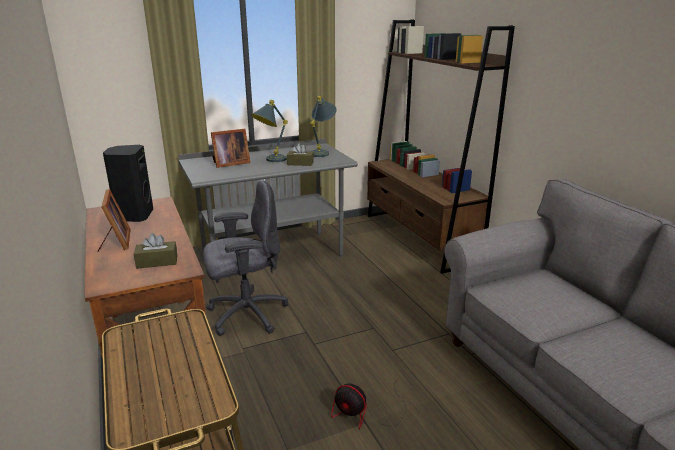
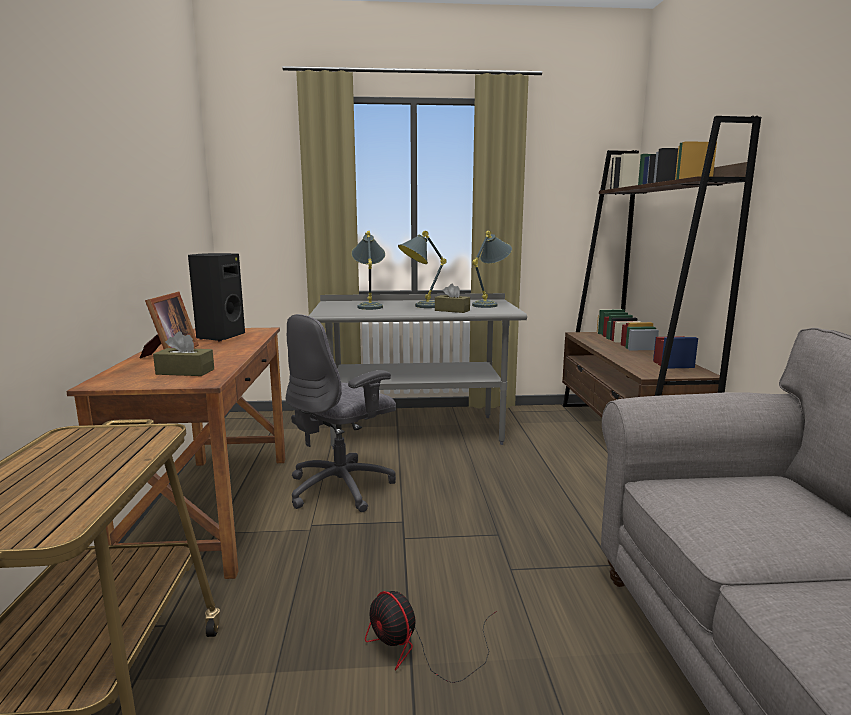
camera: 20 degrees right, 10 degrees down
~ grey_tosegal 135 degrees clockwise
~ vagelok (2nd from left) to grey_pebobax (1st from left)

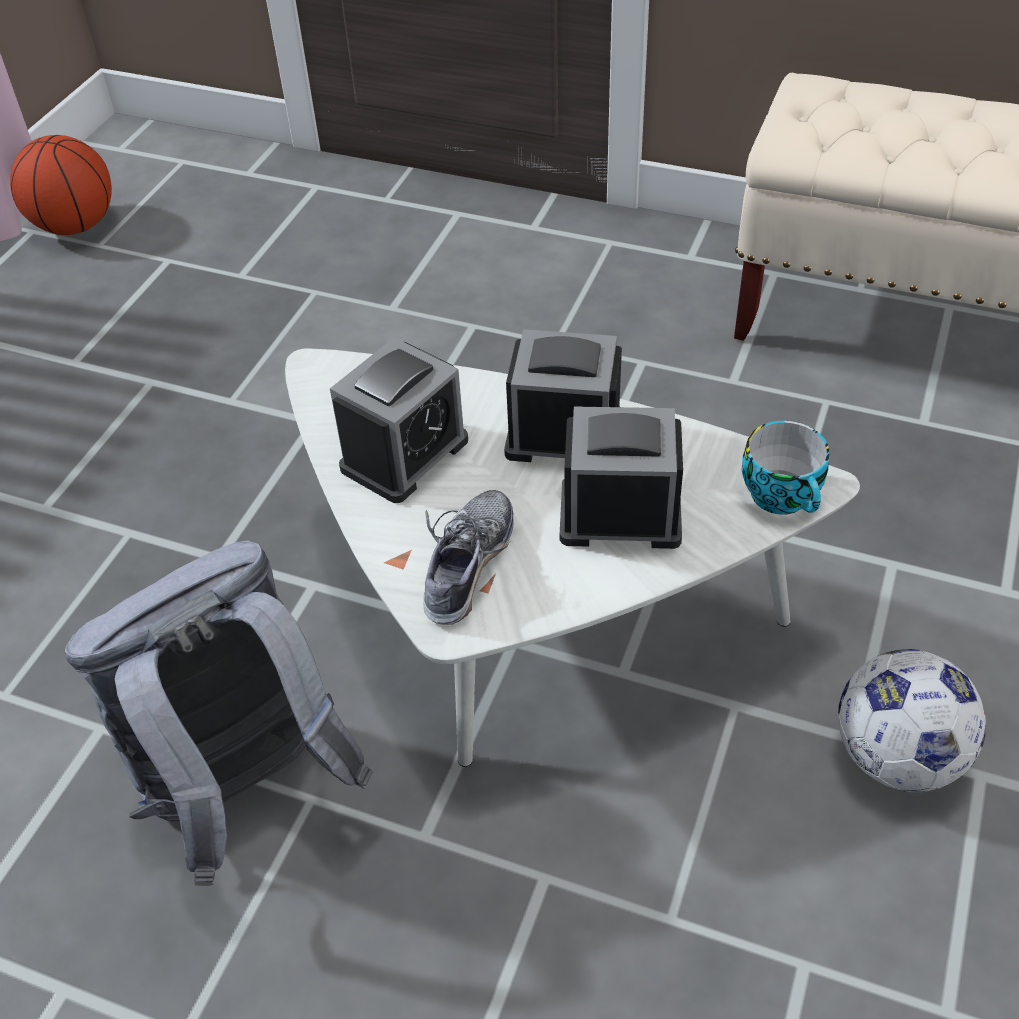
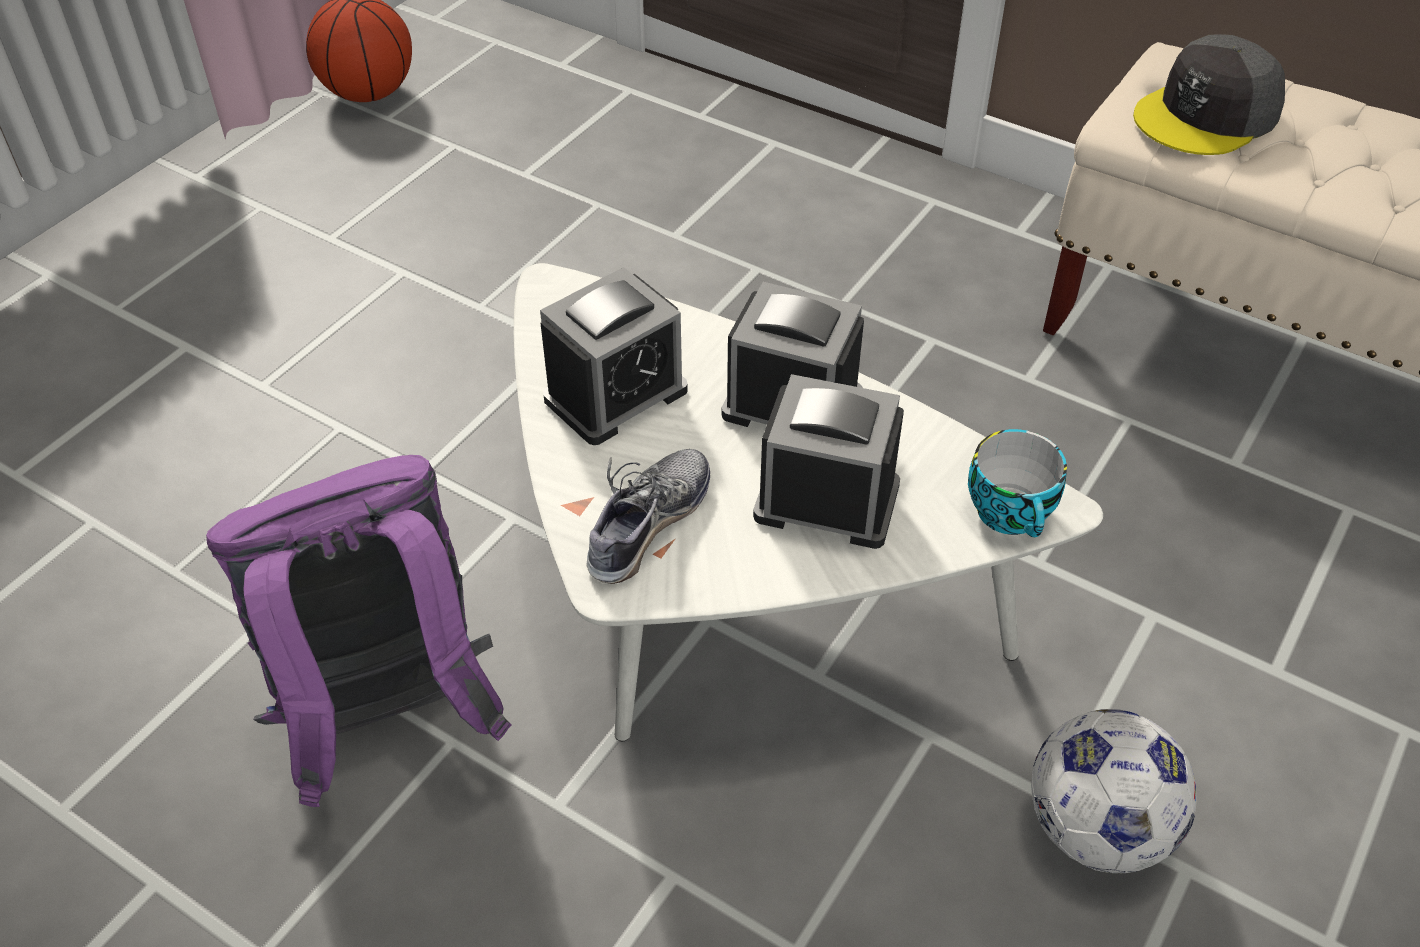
camera: 10 degrees right, 0 degrees up
~ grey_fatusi to purple_fatusi
+ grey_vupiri

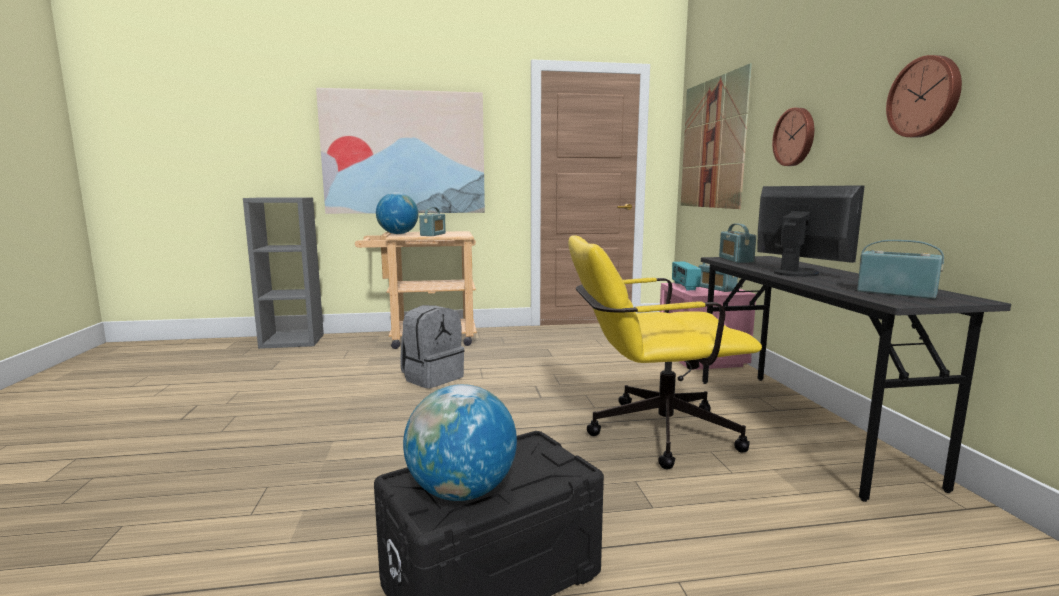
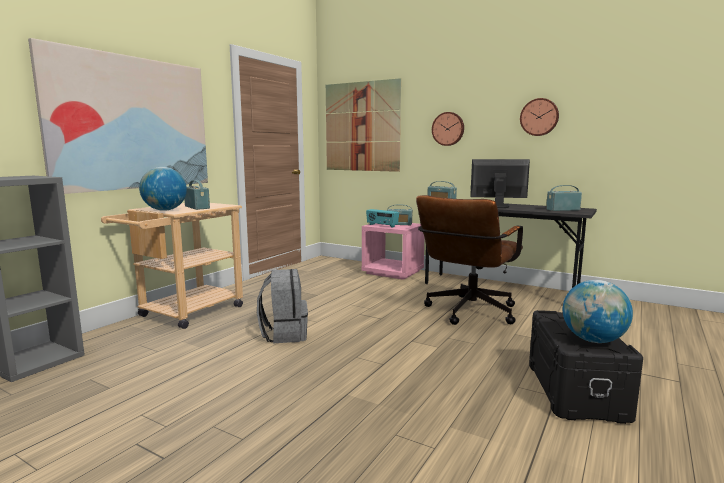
camera: 50 degrees left, 0 degrees up
~ yellow_tosegal to brown_tosegal

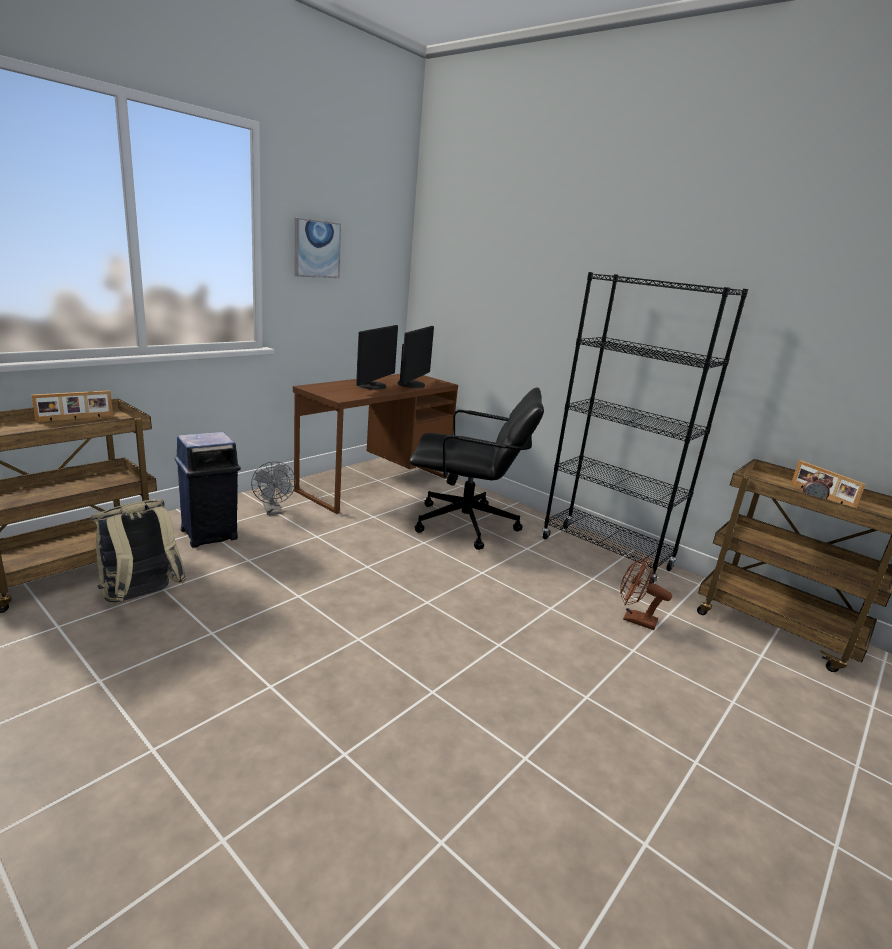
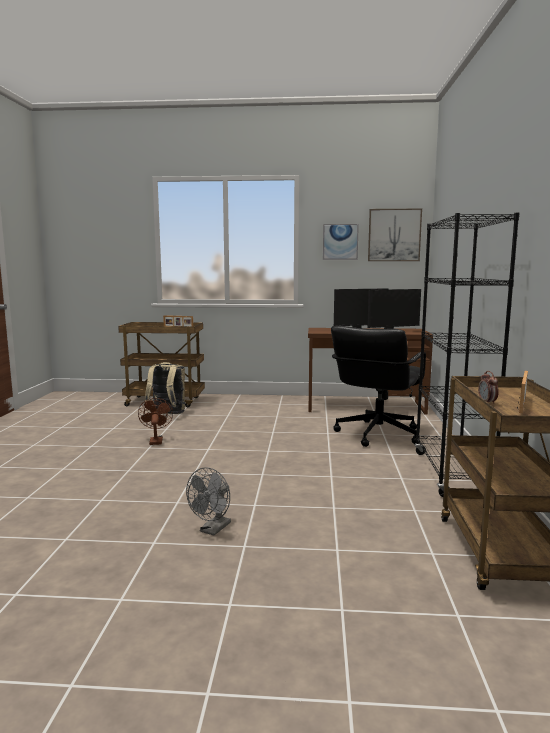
camera: 55 degrees right, 10 degrees down
~ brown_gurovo
~ grey_gurovo
~ black_tosegal 60 degrees clockwise
+ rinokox (2nd from left)
- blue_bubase

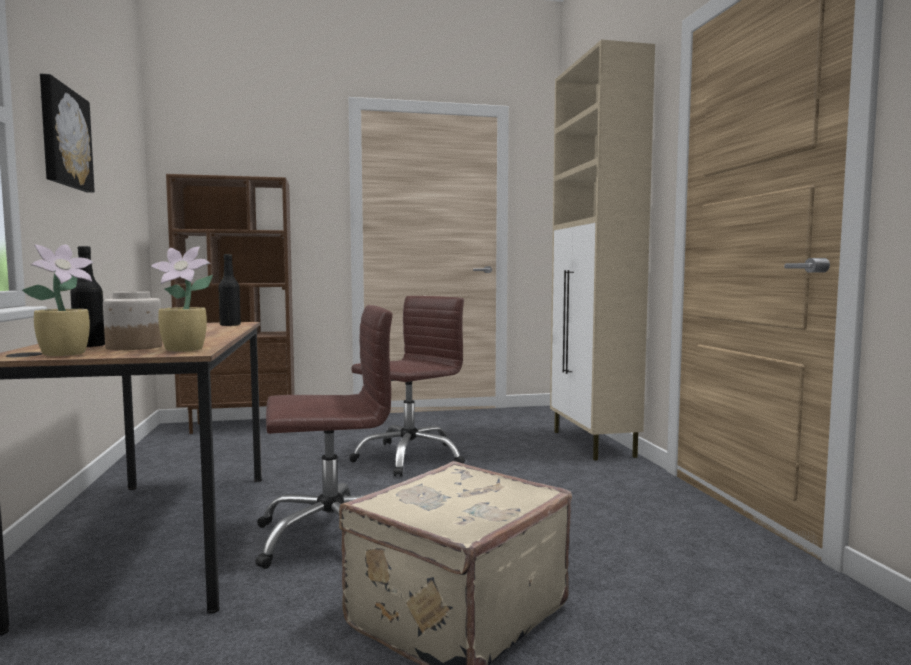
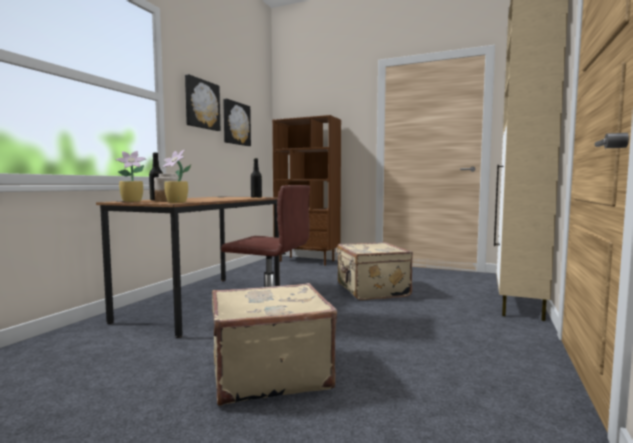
camera: 35 degrees right, 0 degrees up
+ rinokox (2nd from left)
~ brown_tosegal (2nd from left) to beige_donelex (2nd from left)

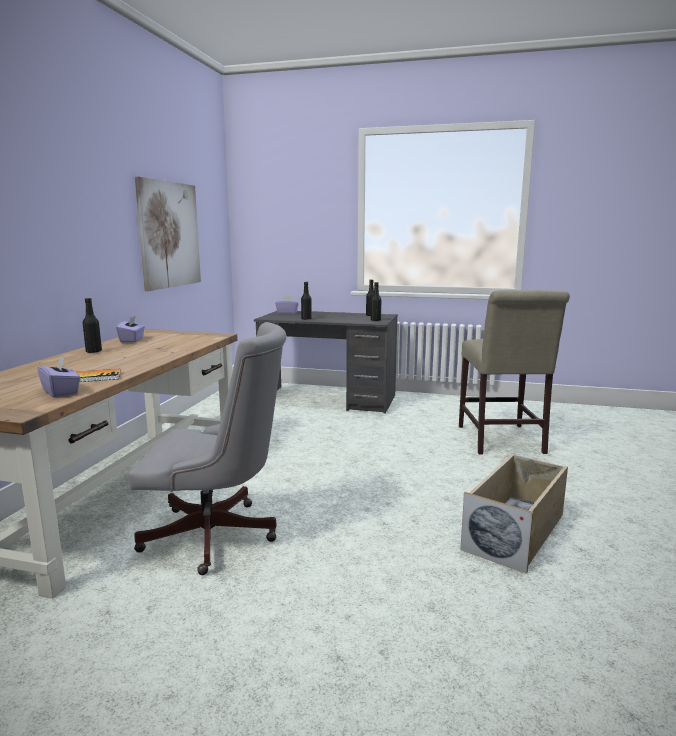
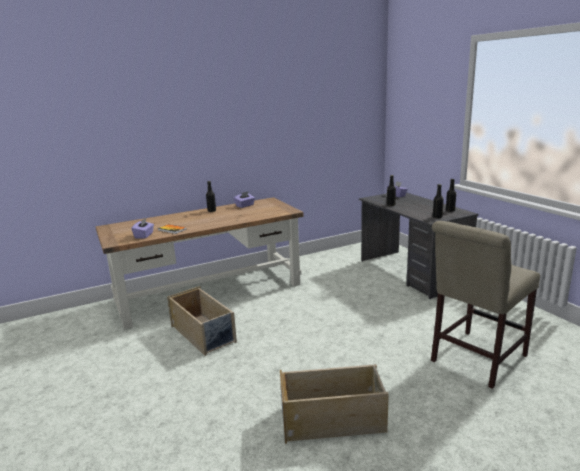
camera: 50 degrees right, 5 degrees up
~ grey_tosegal to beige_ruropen (1st from left)
- rinokox

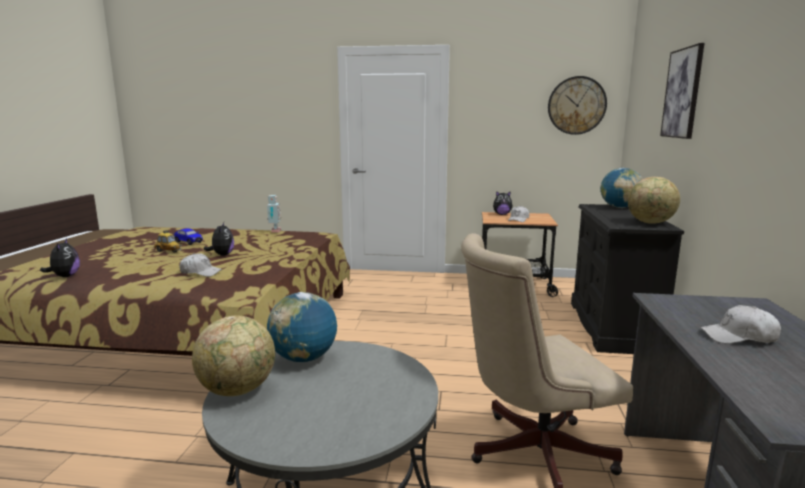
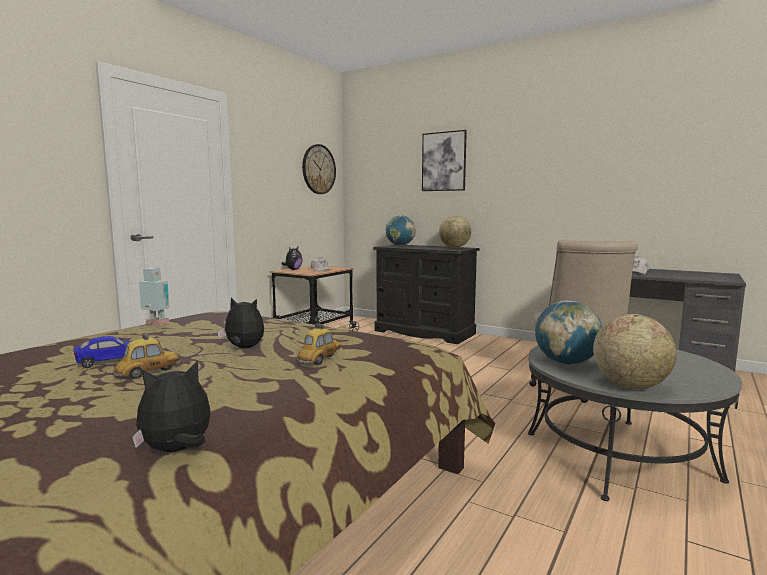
camera: 65 degrees left, 5 degrees down
~ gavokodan (1st from left) 45 degrees counterclockwise
~ white_vupiri (1st from left) to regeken (3rd from left)

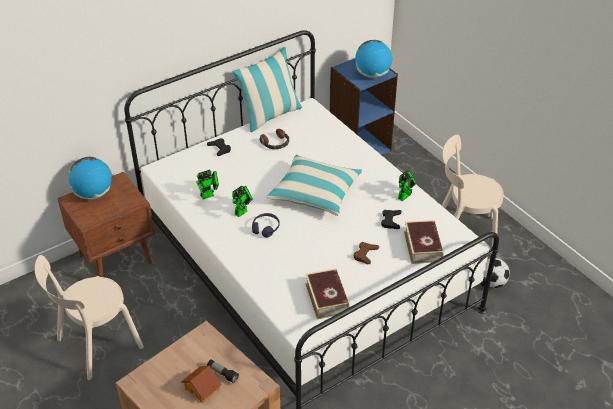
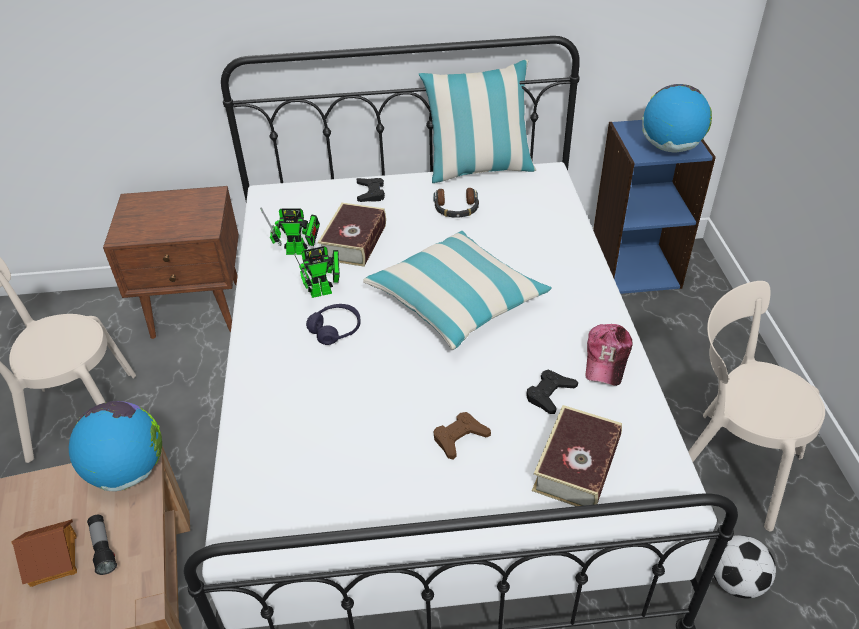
camera: 30 degrees right, 0 degrees up
~ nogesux (1st from left)
~ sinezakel (1st from left)
~ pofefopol (3rd from left) to vupiri

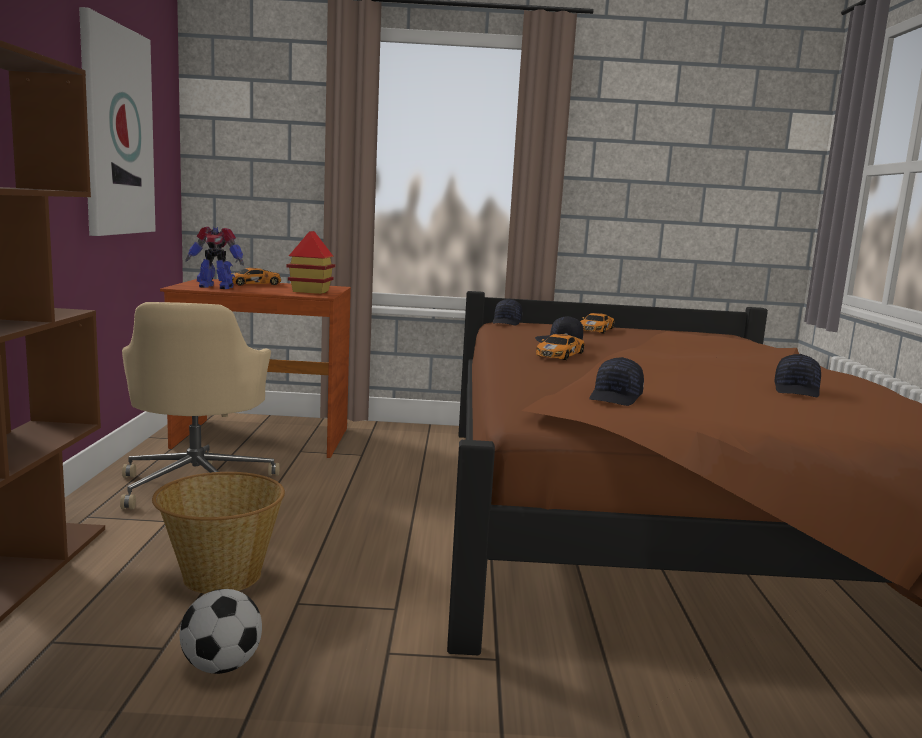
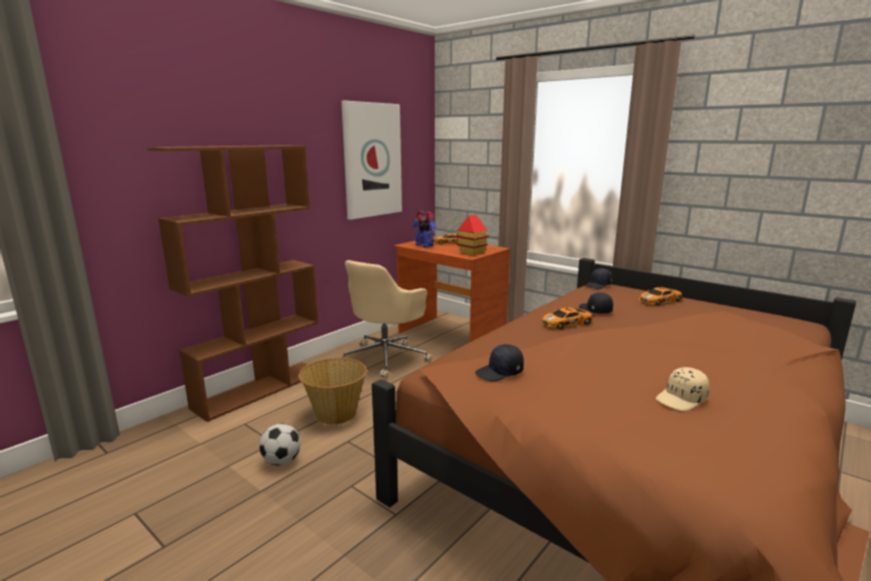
camera: 40 degrees right, 5 degrees up
~ black_vupiri (4th from left) to beige_vupiri

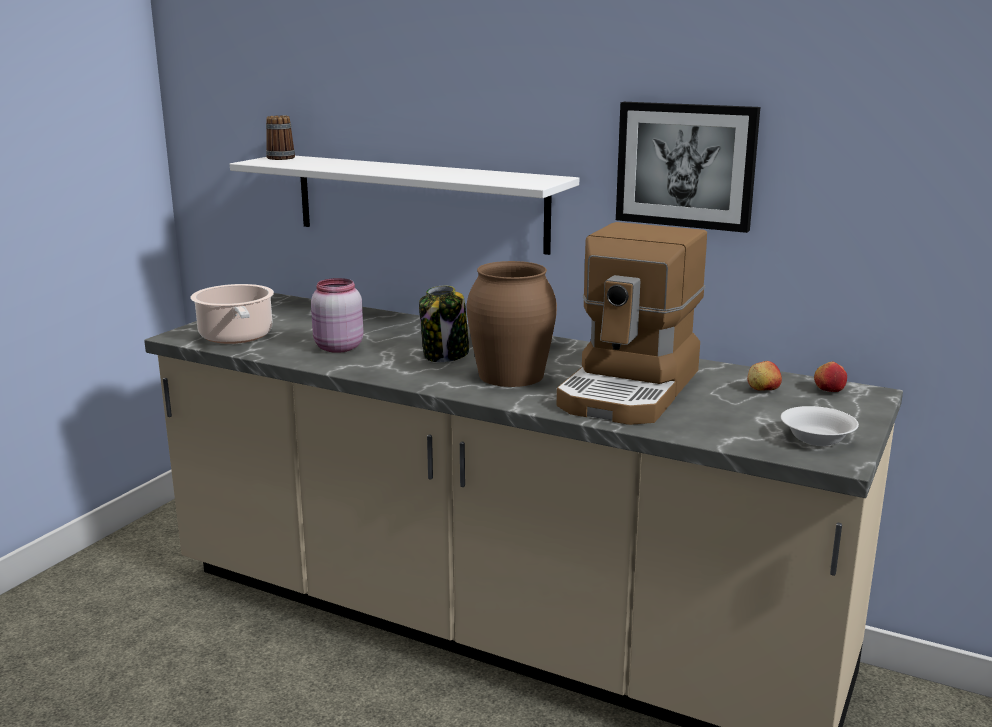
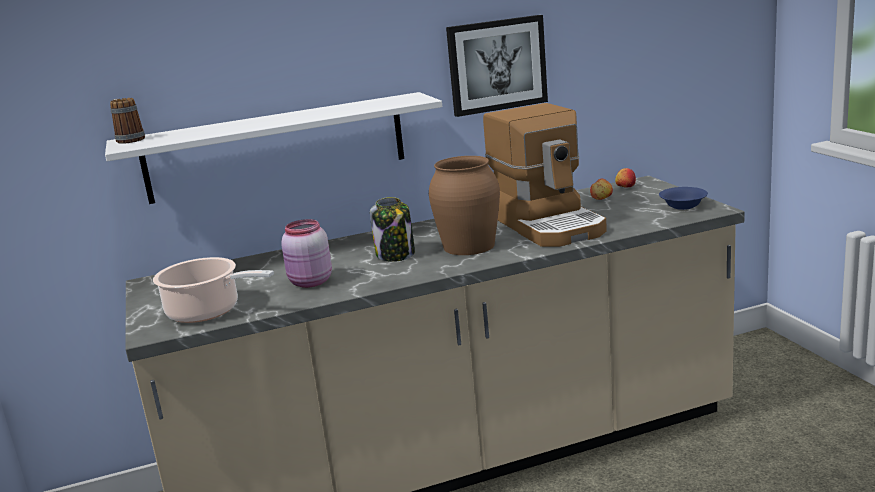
camera: 45 degrees left, 0 degrees up
~ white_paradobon to blue_paradobon

